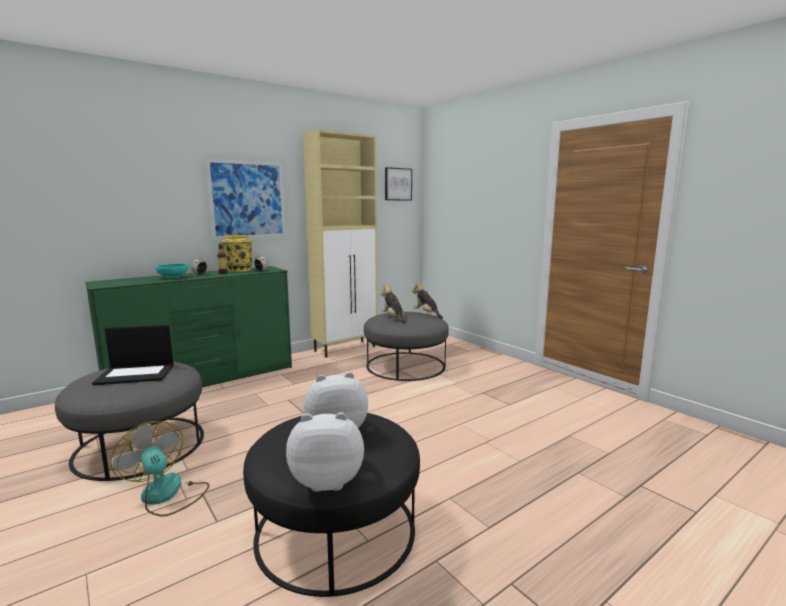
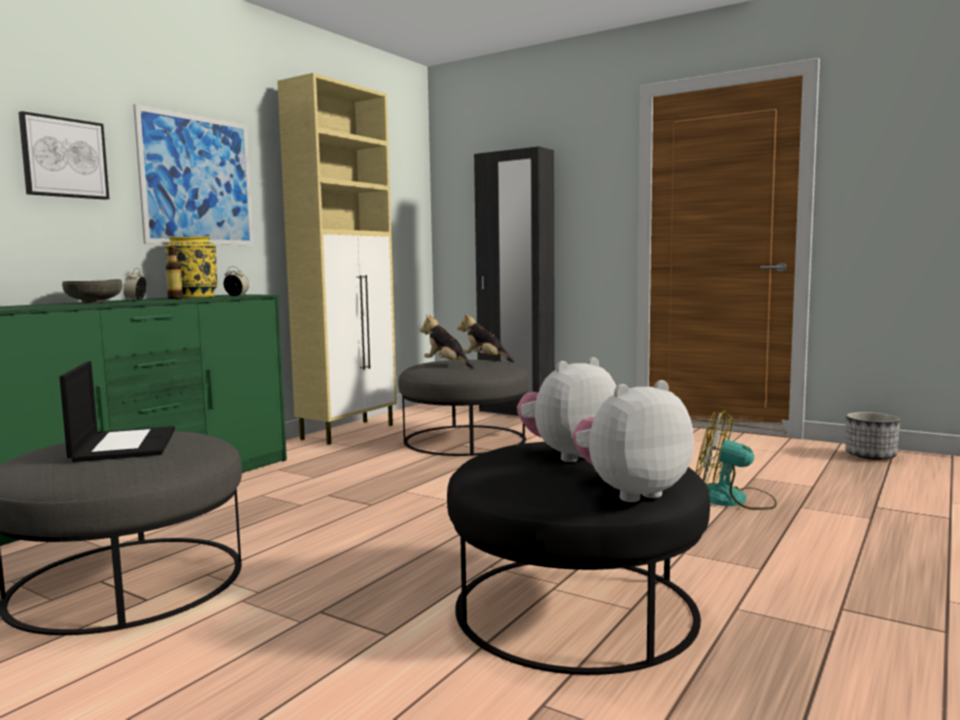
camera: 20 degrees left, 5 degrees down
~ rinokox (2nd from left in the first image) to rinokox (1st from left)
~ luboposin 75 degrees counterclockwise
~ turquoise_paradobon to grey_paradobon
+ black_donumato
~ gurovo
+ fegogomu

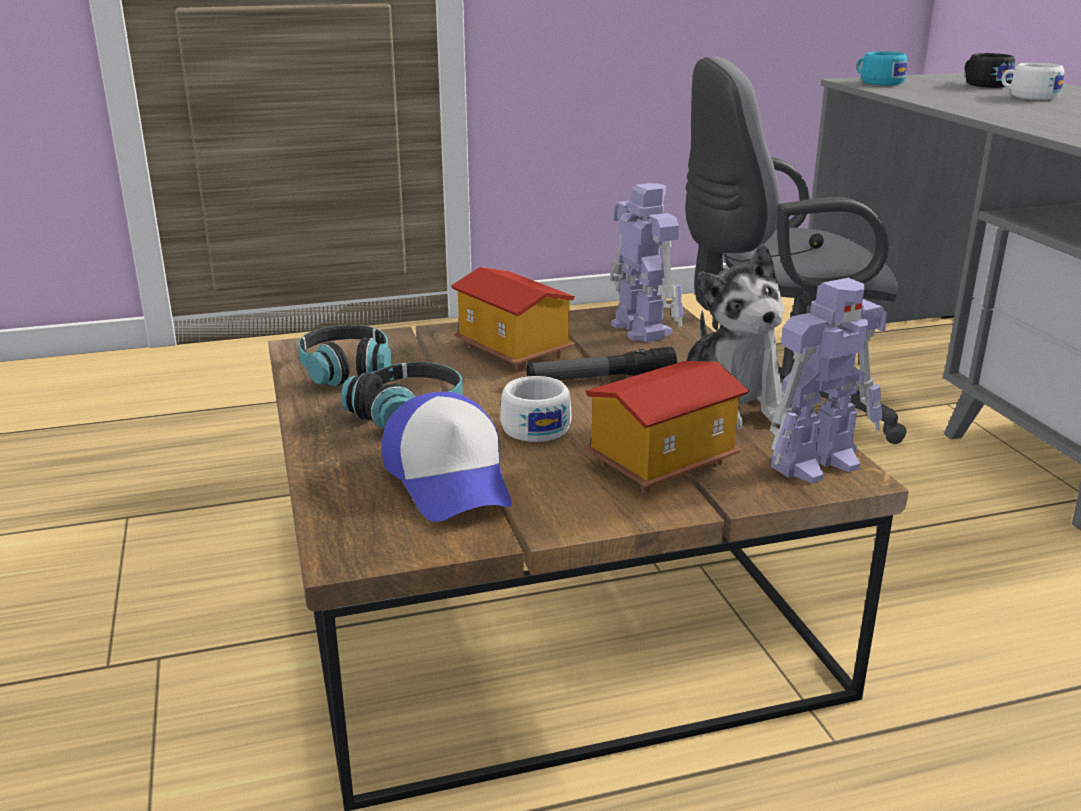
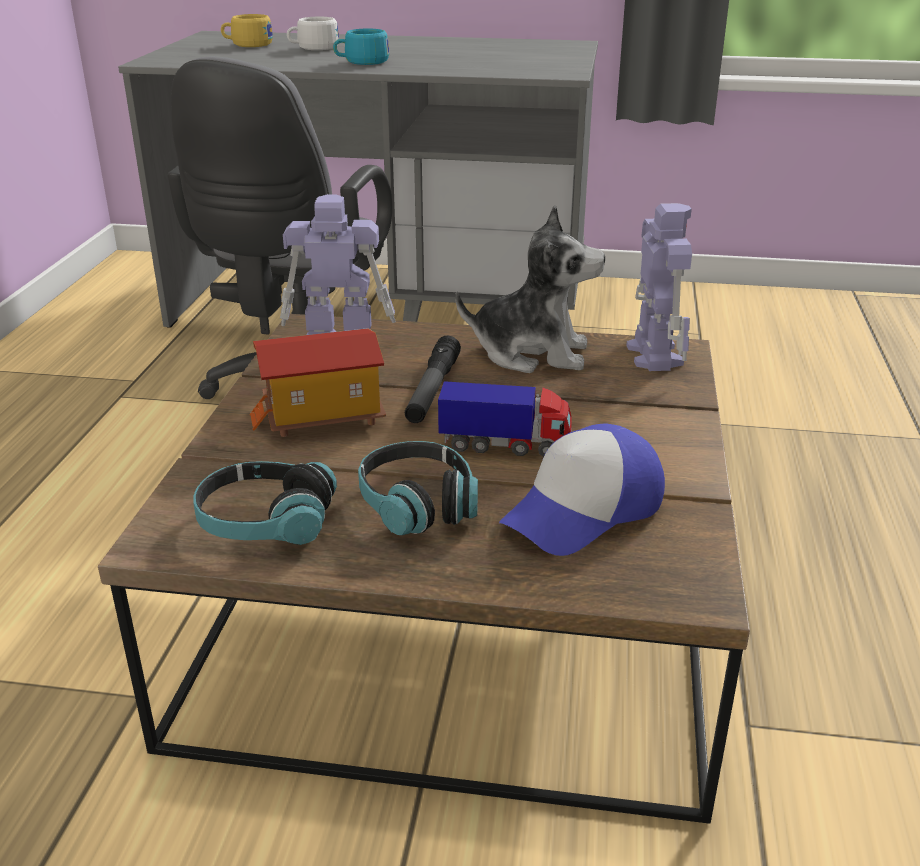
camera: 65 degrees left, 5 degrees up
~ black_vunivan to yellow_vunivan
~ turquoise_vunivan
~ white_vunivan (1st from left) to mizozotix
~ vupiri 135 degrees clockwise
- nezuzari (2nd from left)

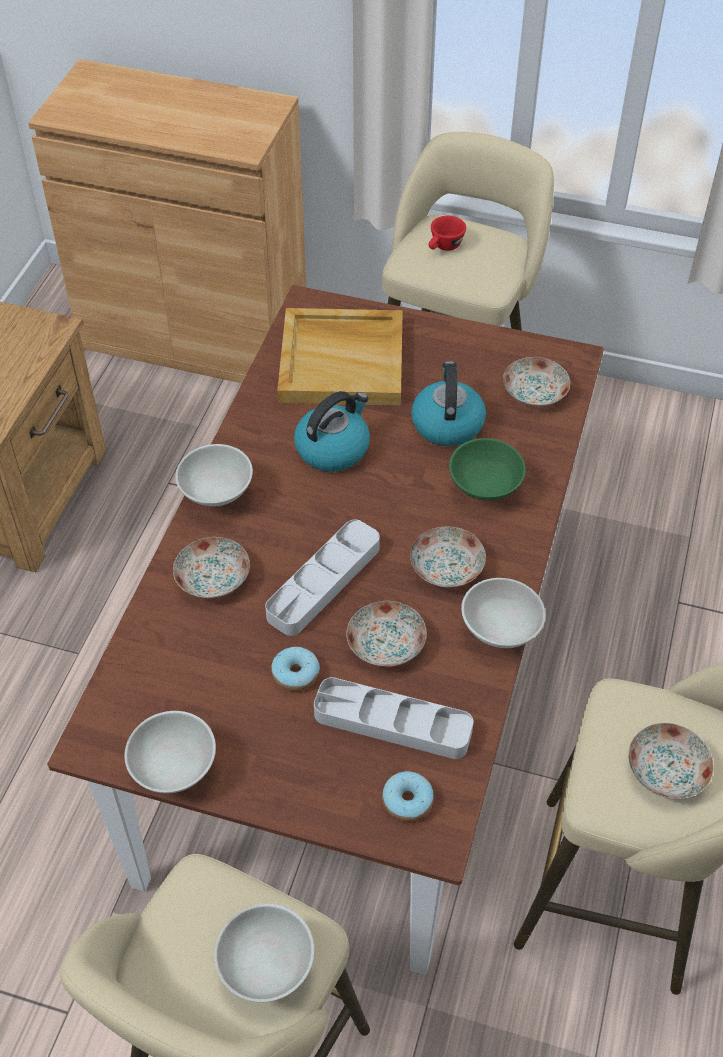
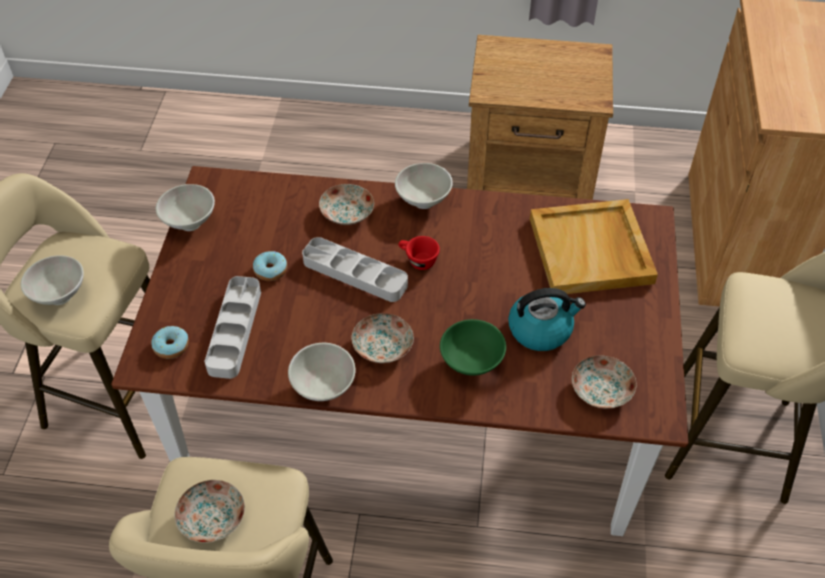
camera: 80 degrees right, 0 degrees up
~ red_vunivan
- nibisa (1st from left)
- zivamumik (2nd from left)

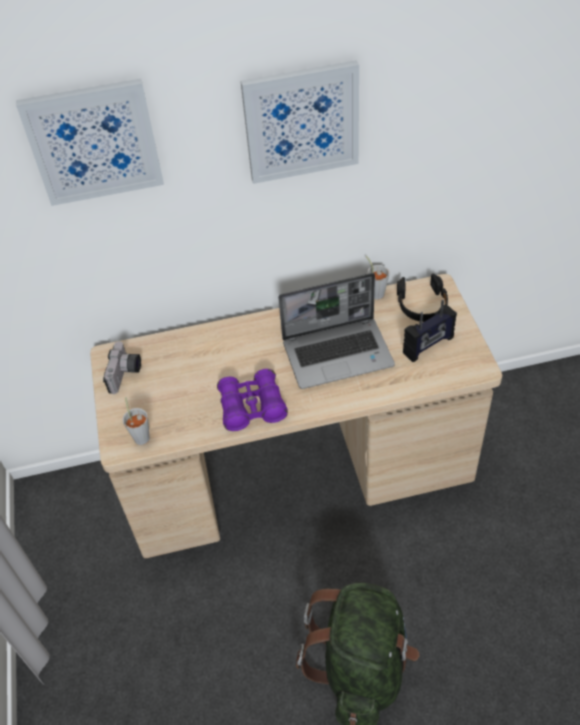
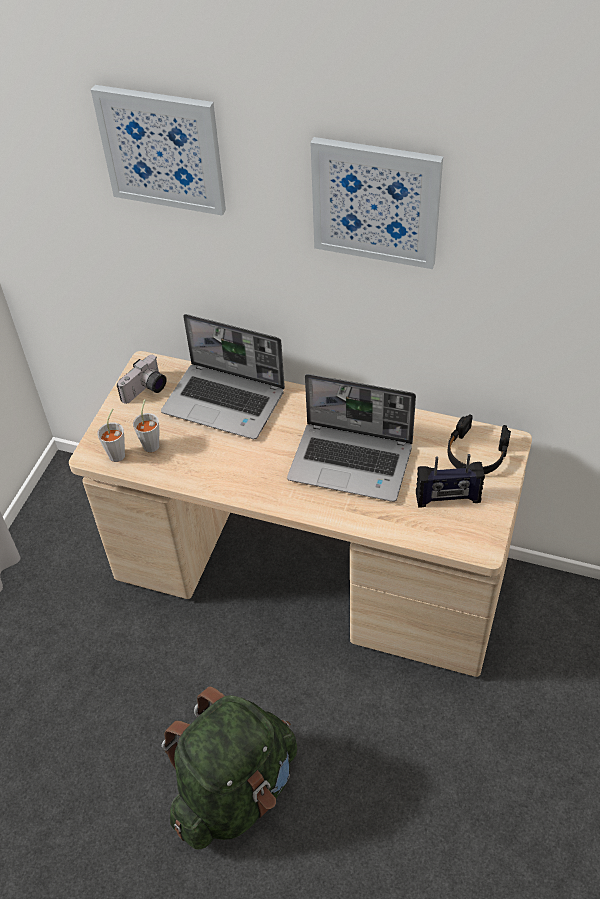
camera: 30 degrees right, 0 degrees up
~ grey_vunivan (2nd from left)
+ luboposin (1st from left)
- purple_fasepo

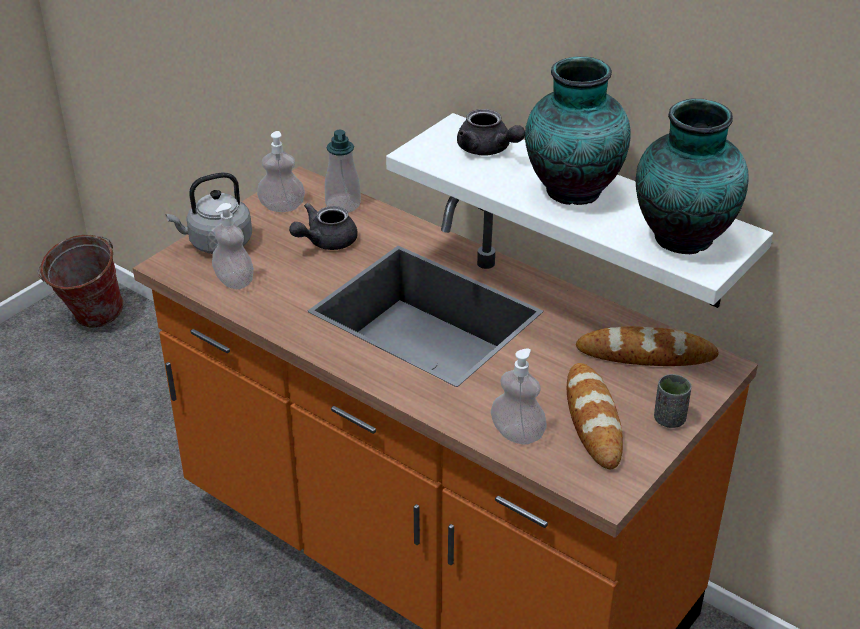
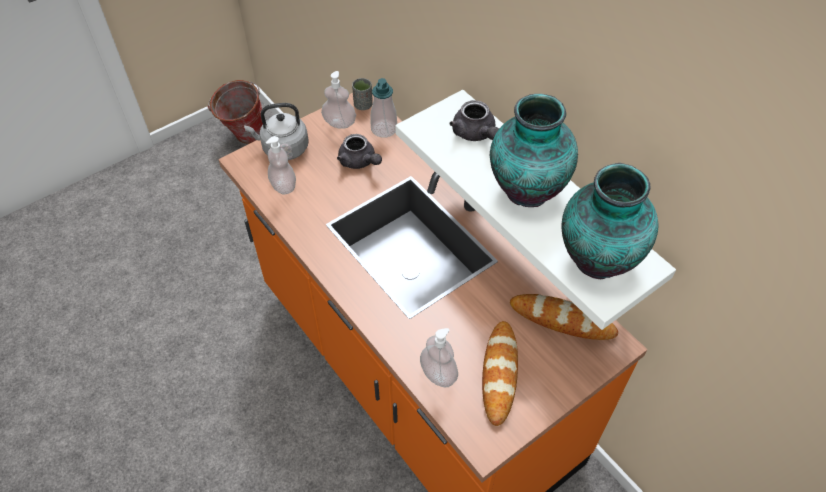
camera: 15 degrees right, 15 degrees up
~ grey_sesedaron (1st from left) 105 degrees counterclockwise
~ grey_vunivan

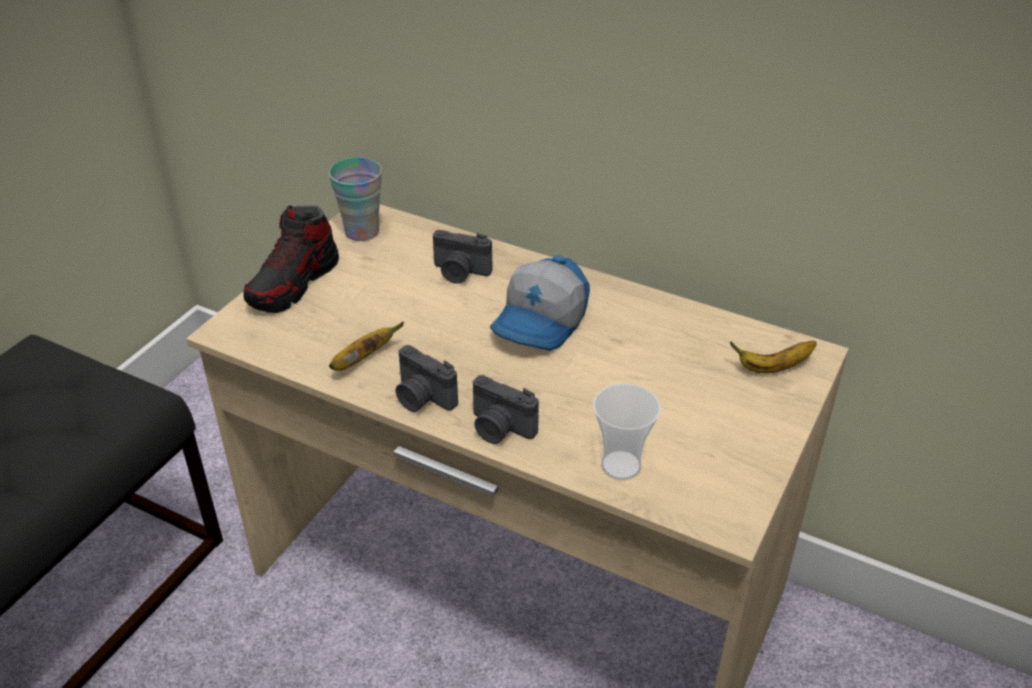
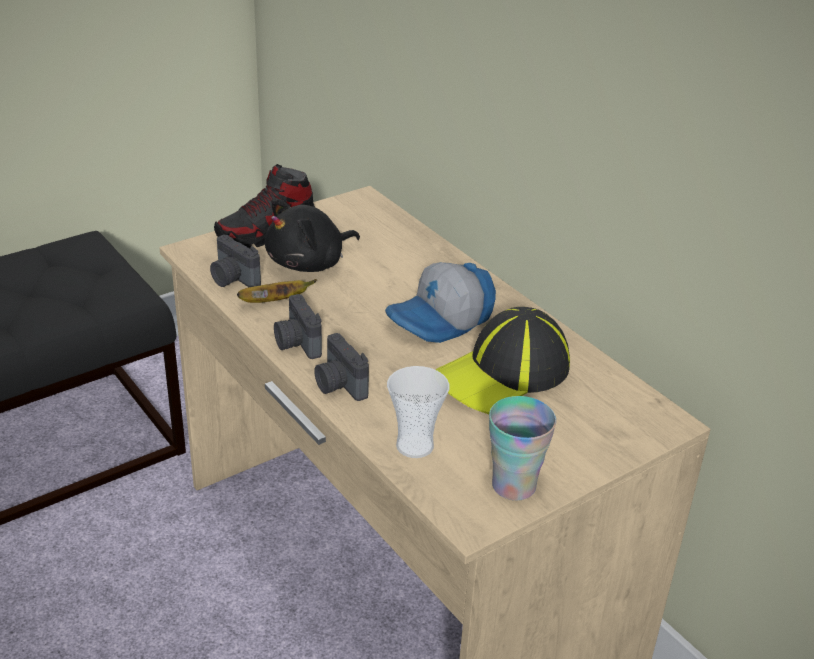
camera: 25 degrees right, 5 degrees down
~ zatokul (2nd from left in the first image) to zatokul (1st from left)
+ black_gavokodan
+ vupiri (2nd from left)
~ vunivan (1st from left in the first image) to vunivan (2nd from left)
- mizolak (2nd from left)

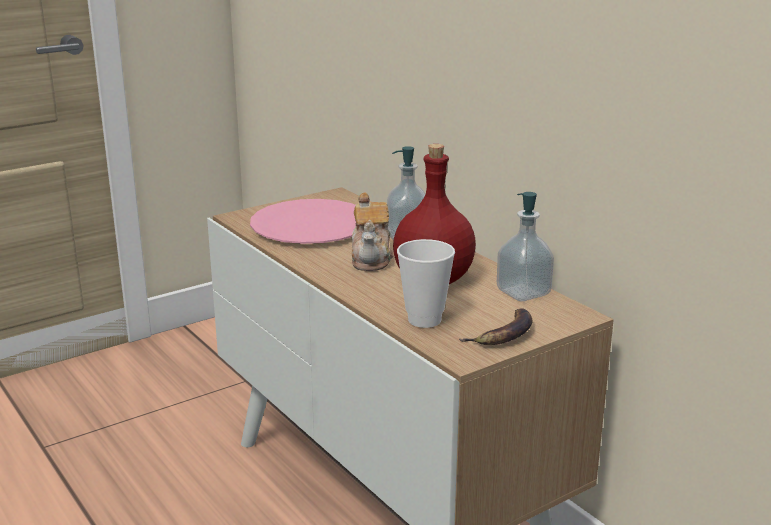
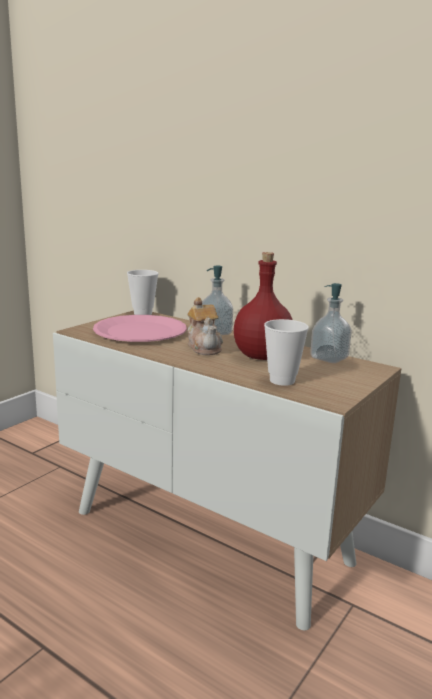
camera: 20 degrees left, 5 degrees down
+ vunivan (1st from left)
- mizolak

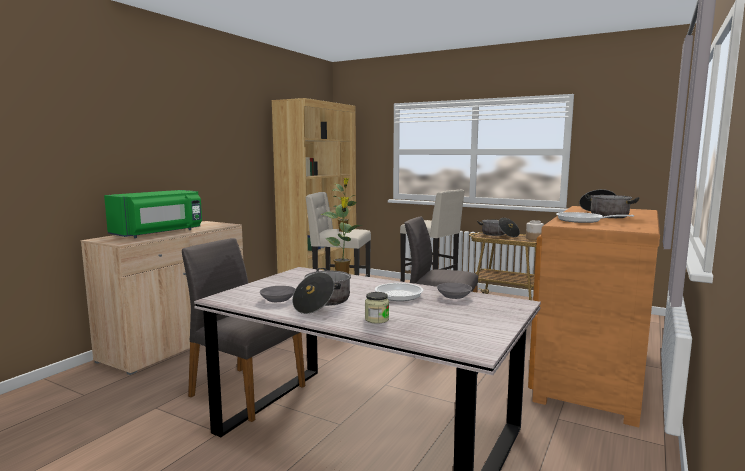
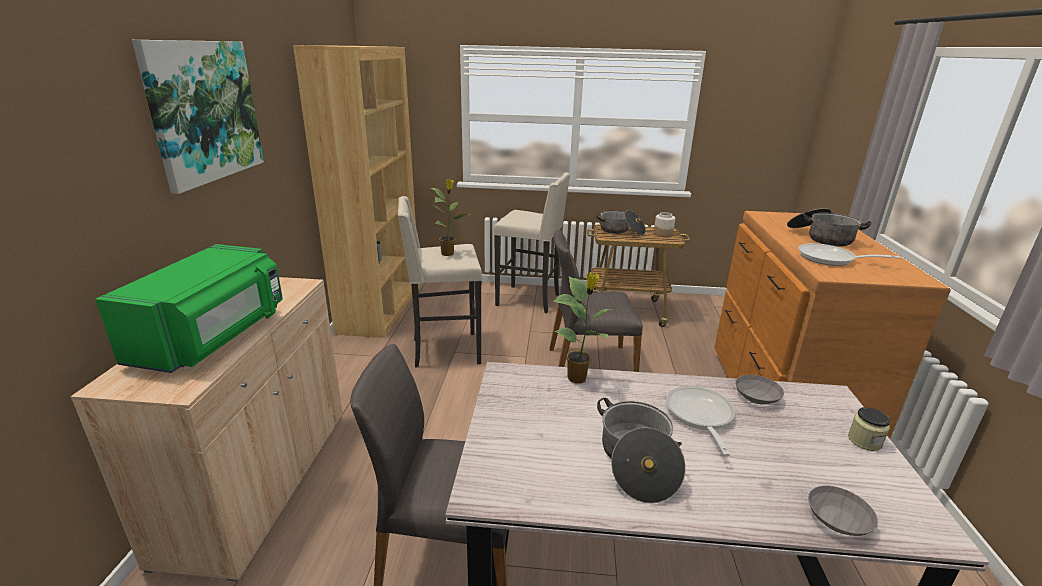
camera: 25 degrees left, 15 degrees up
+ rinokox
~ grey_paradobon (1st from left in the first image) to grey_paradobon (2nd from left)
~ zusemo (1st from left in the first image) to zusemo (2nd from left)

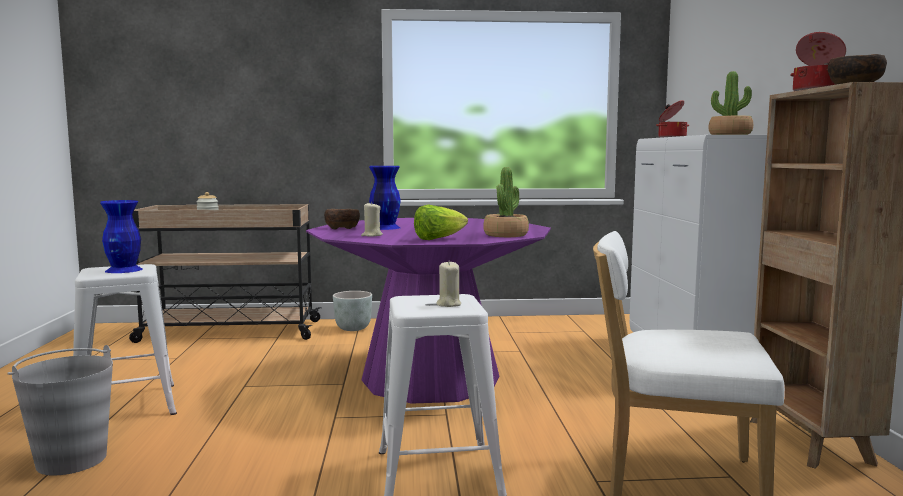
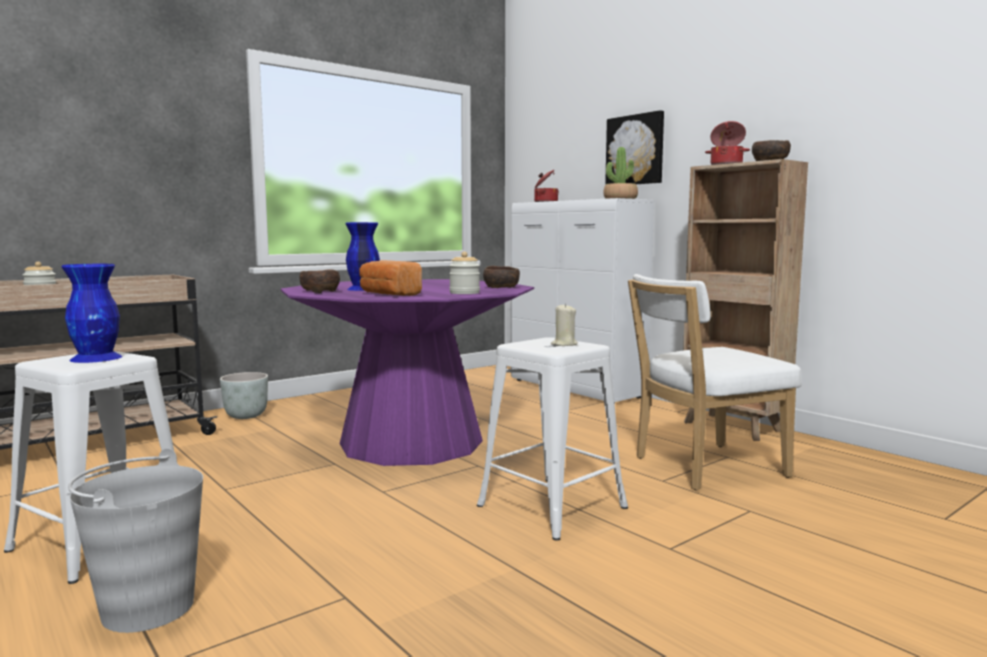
camera: 35 degrees left, 0 degrees up
~ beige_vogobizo (1st from left) to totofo
~ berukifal to zusemo (2nd from left)
~ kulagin (1st from left) to brown_paradobon (2nd from left)
+ rinokox

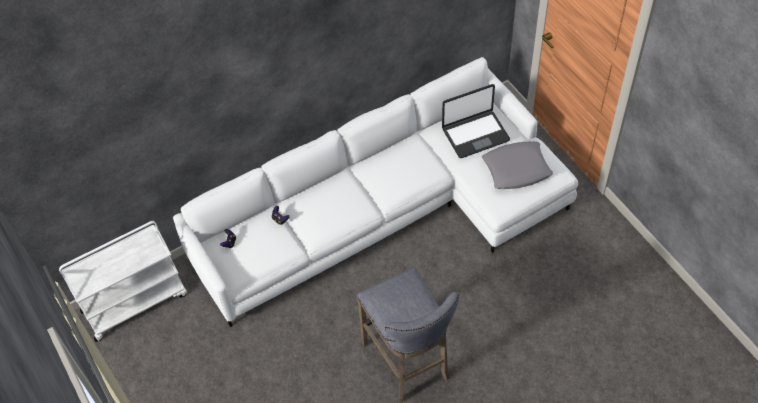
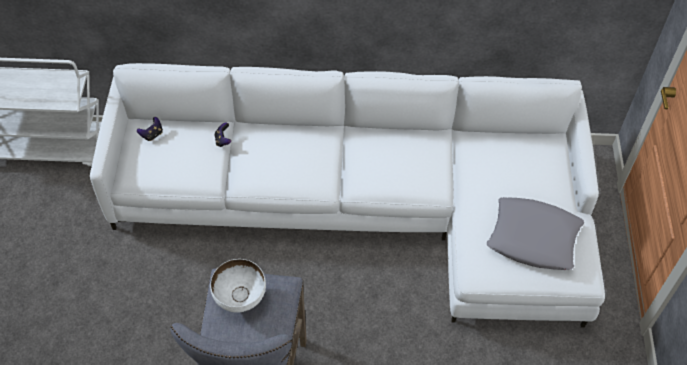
camera: 30 degrees right, 0 degrees up
+ white_paradobon
- luboposin

